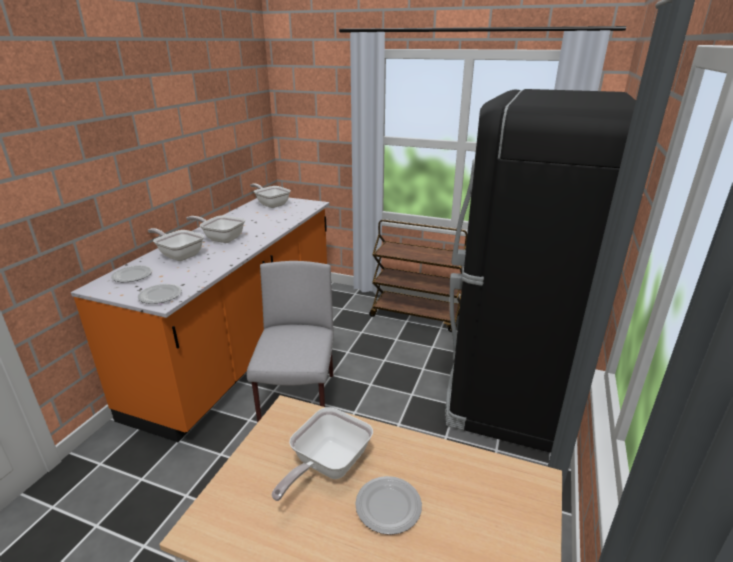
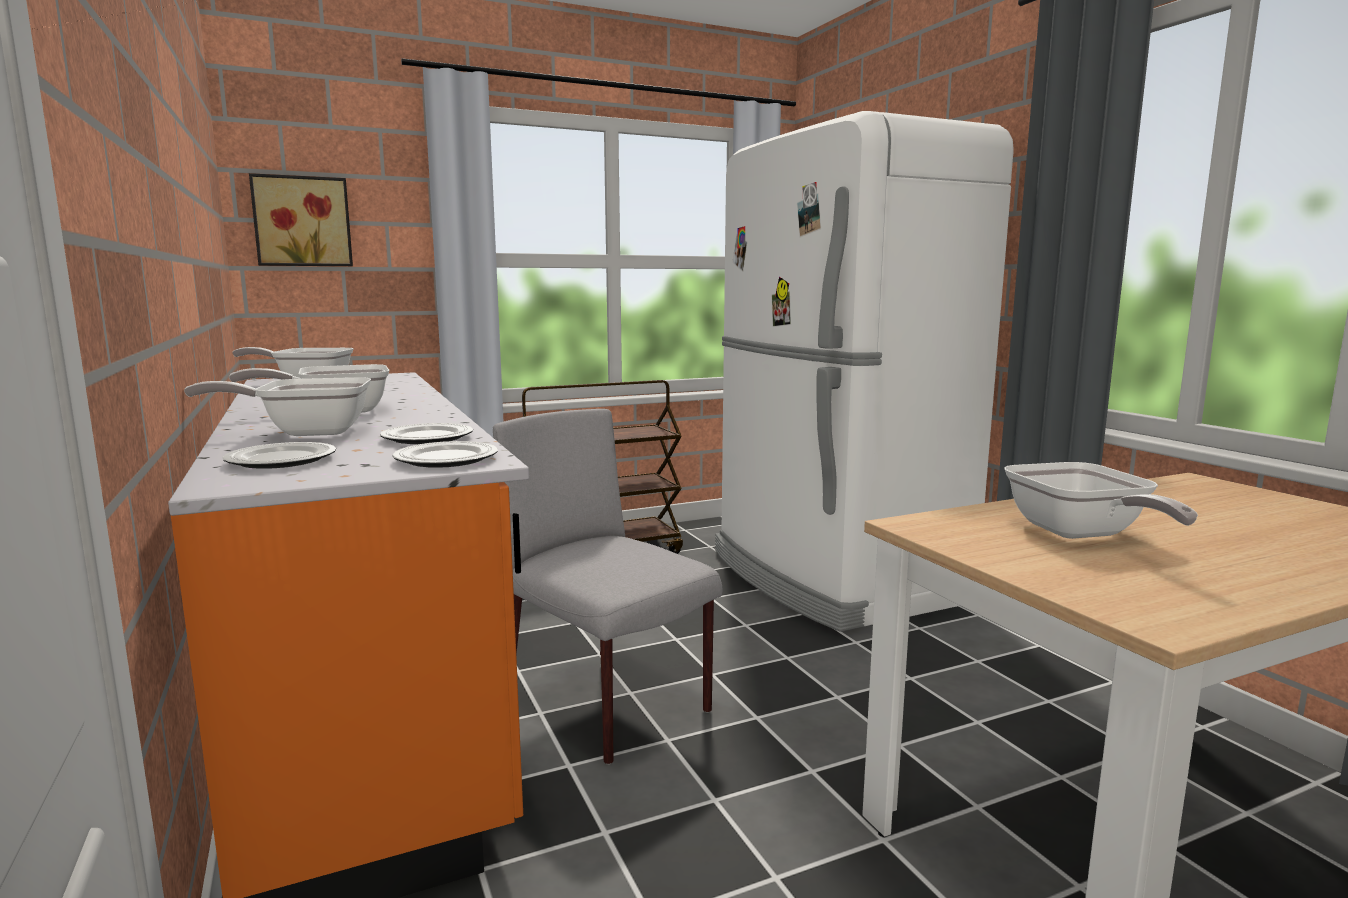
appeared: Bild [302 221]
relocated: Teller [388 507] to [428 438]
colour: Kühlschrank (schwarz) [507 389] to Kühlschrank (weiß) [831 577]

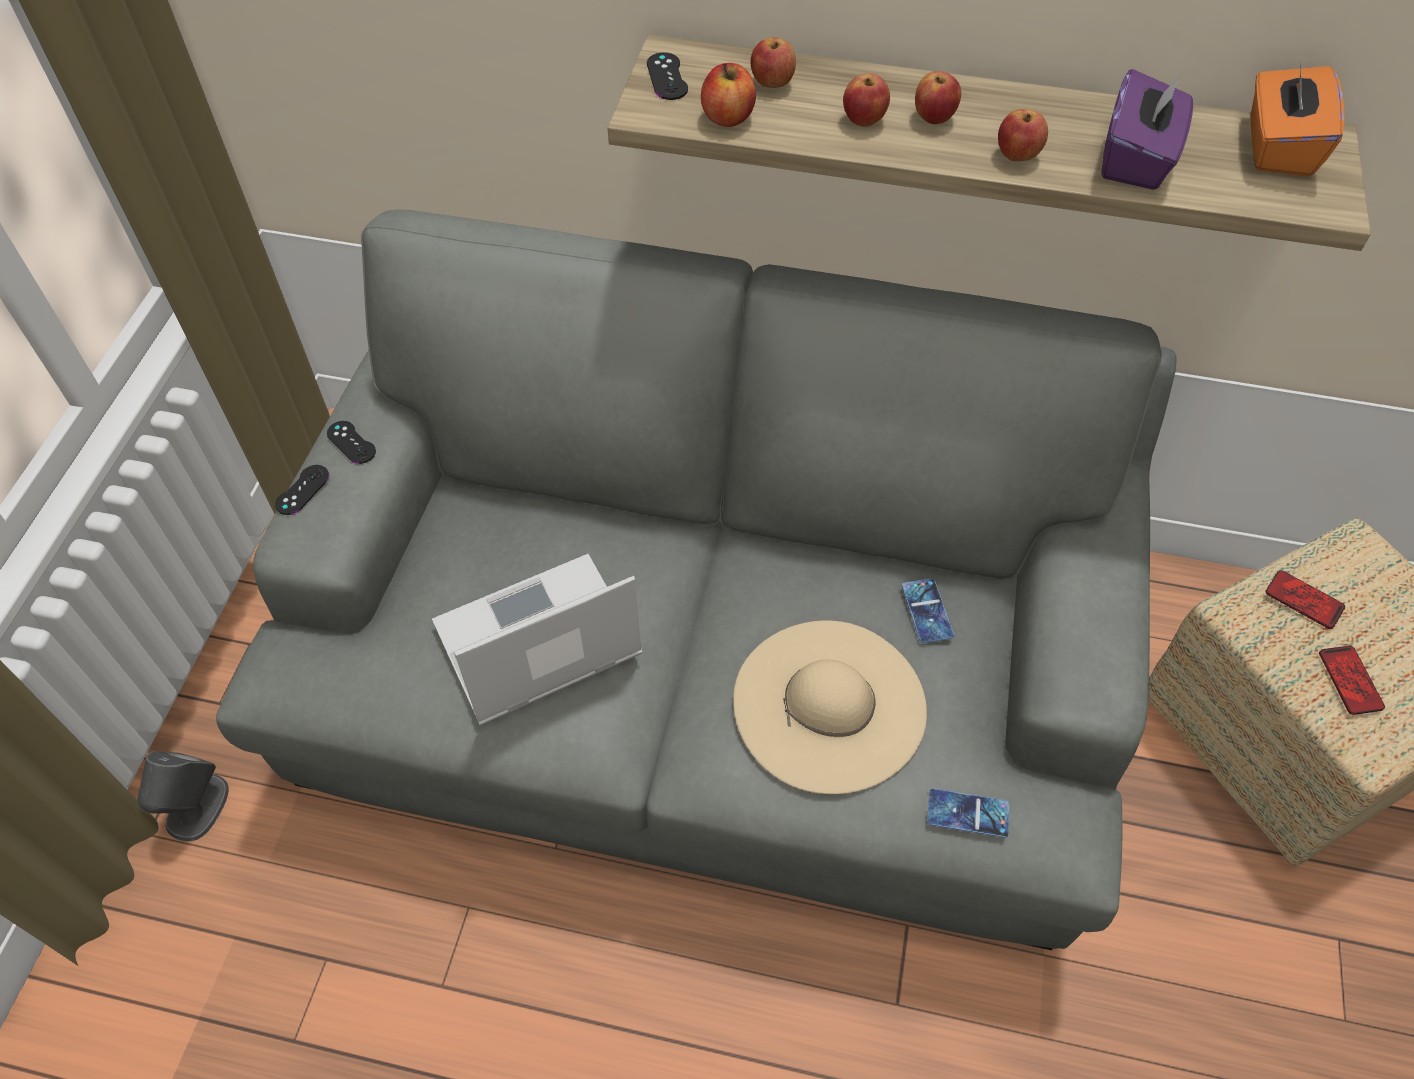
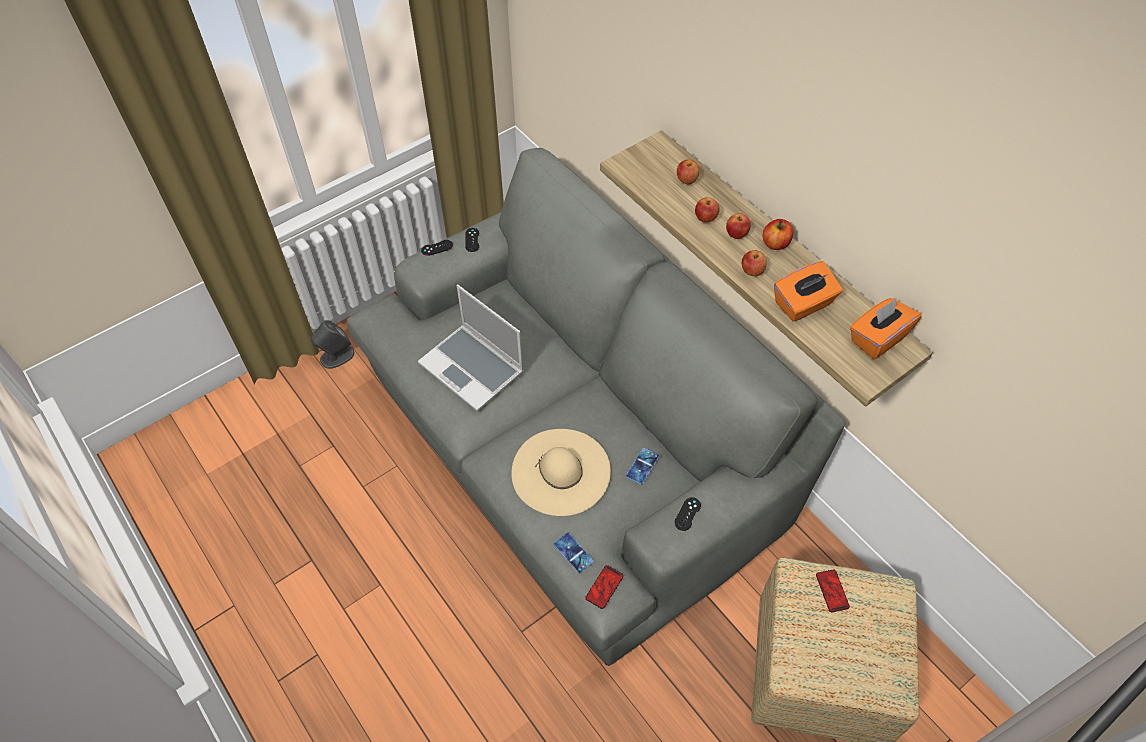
relocated: Handy [1350 680] to [604 587]; Gamepad (schwarz) [667 77] to [687 514]; Apfel [728 117] to [775 243]
colour: Taschentuchbox (lila) [1137 159] to Taschentuchbox (orange) [803 304]
spun: Laptop [536 645] = [473 368] 150 degrees counterclockwise

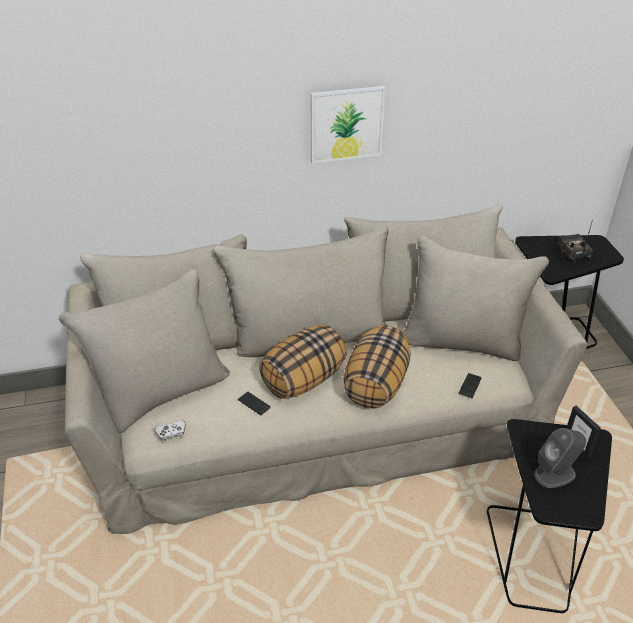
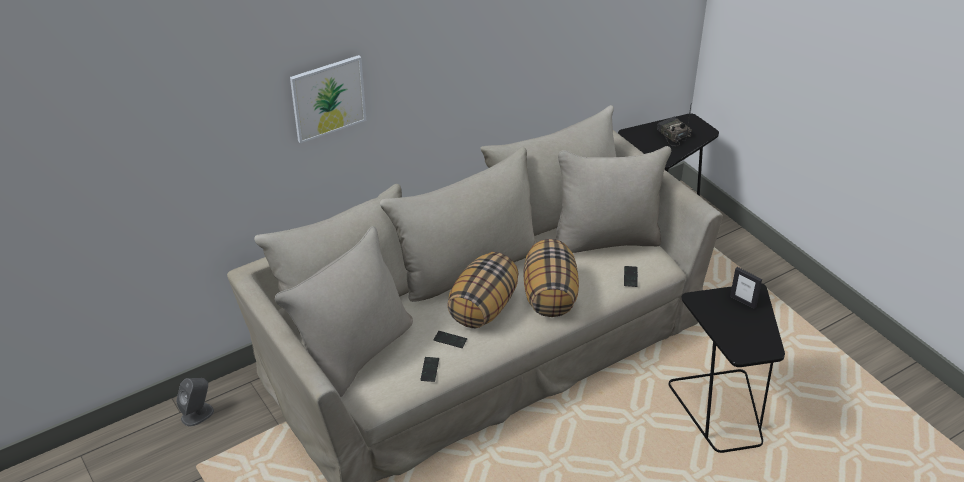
missing: Gamepad (weiß) [171 433]
appeared: Handy [429 370]
relocated: Lautsprecher (grau) [555 474] to [198 414]; Bild [346 124] to [328 98]

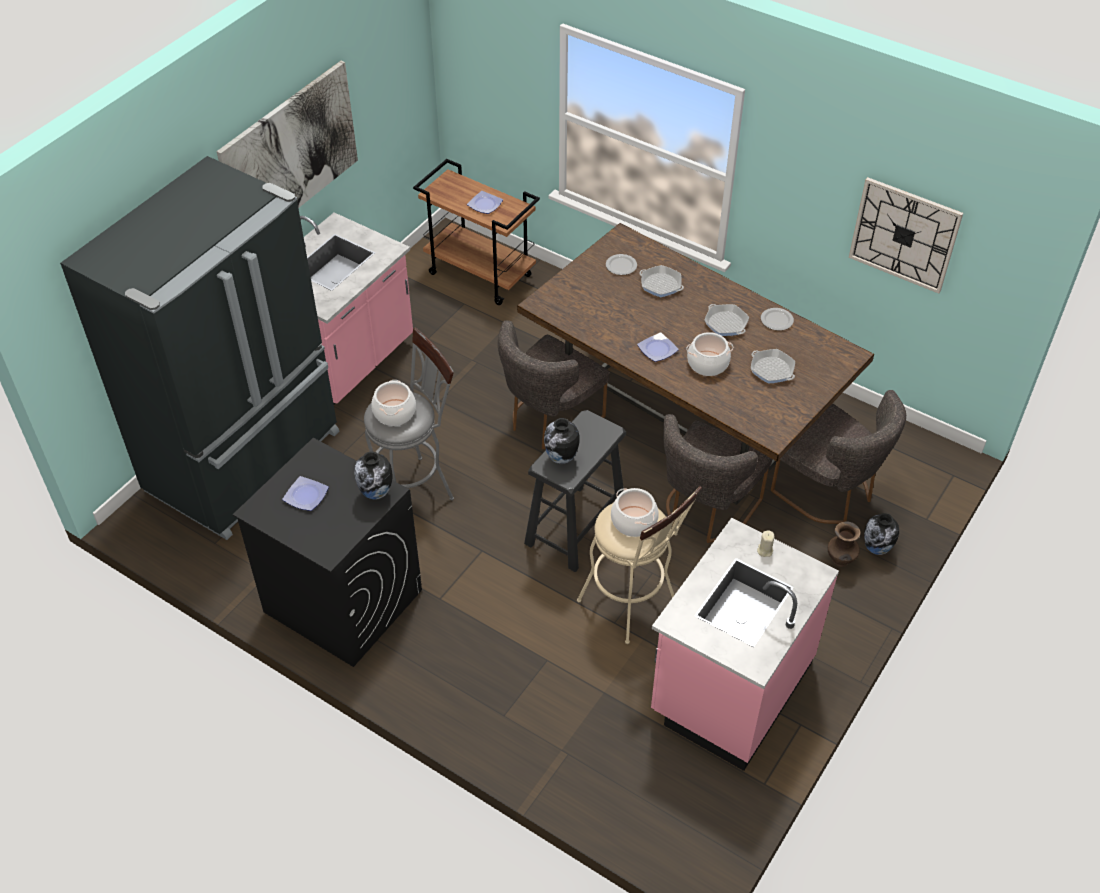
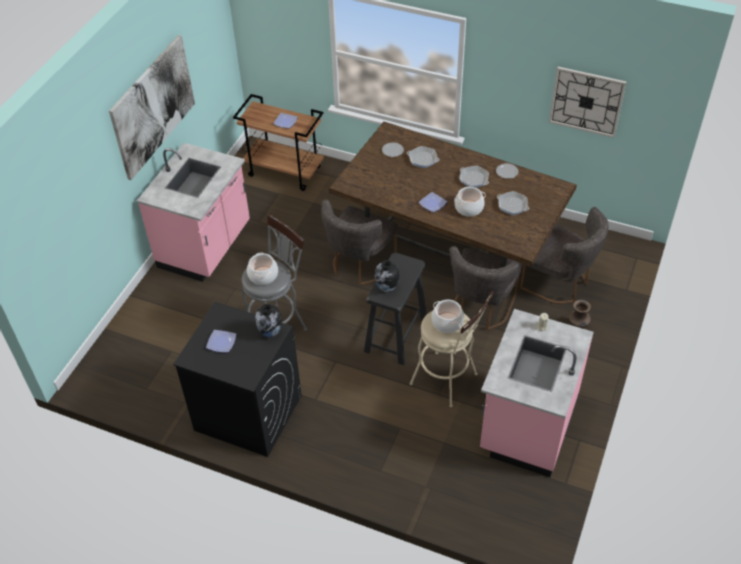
missing: Kühlschrank (schwarz) [246 462]; Vase [876 549]

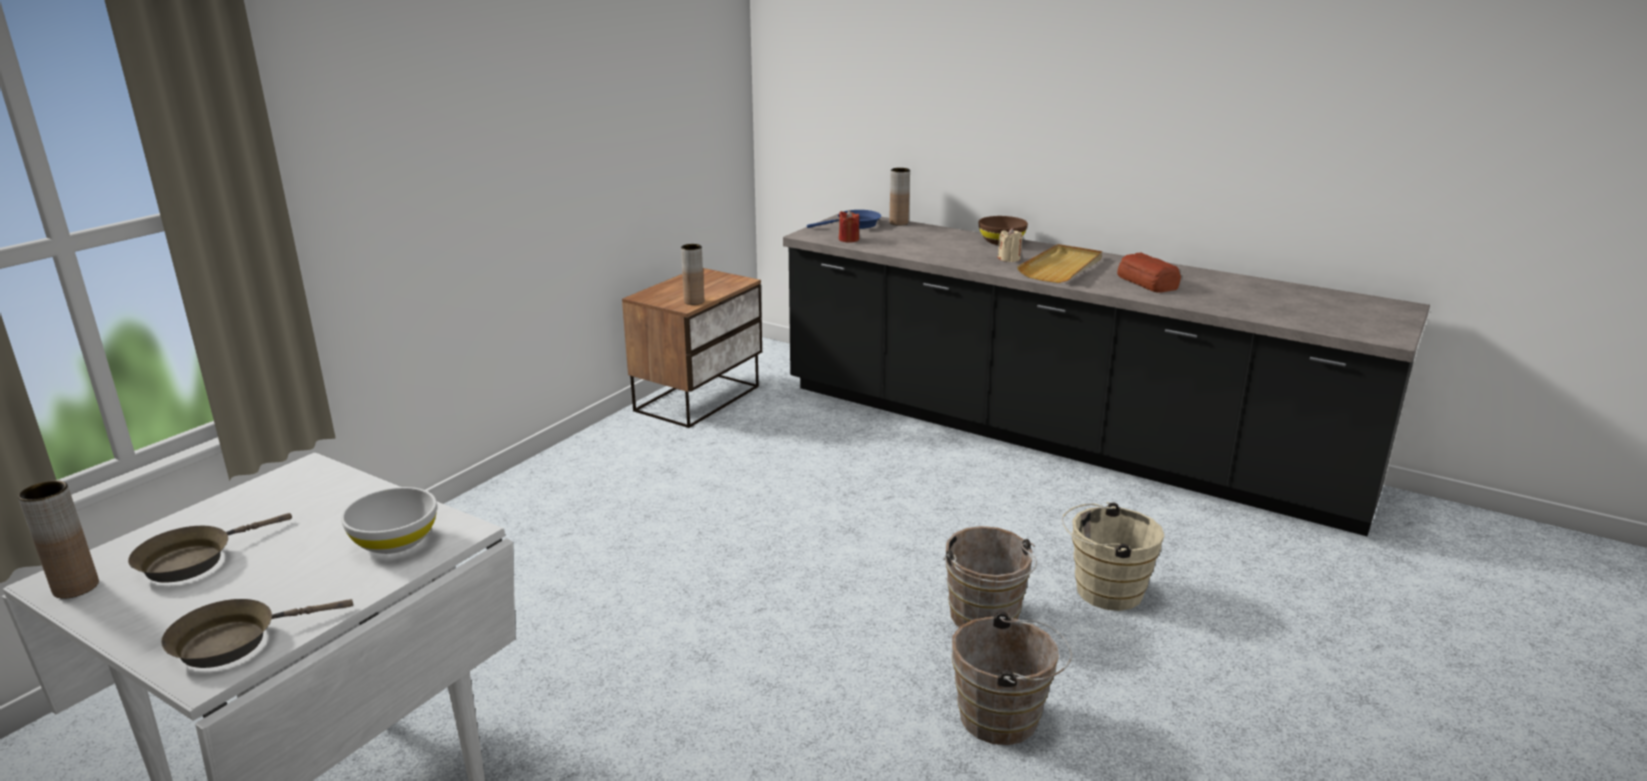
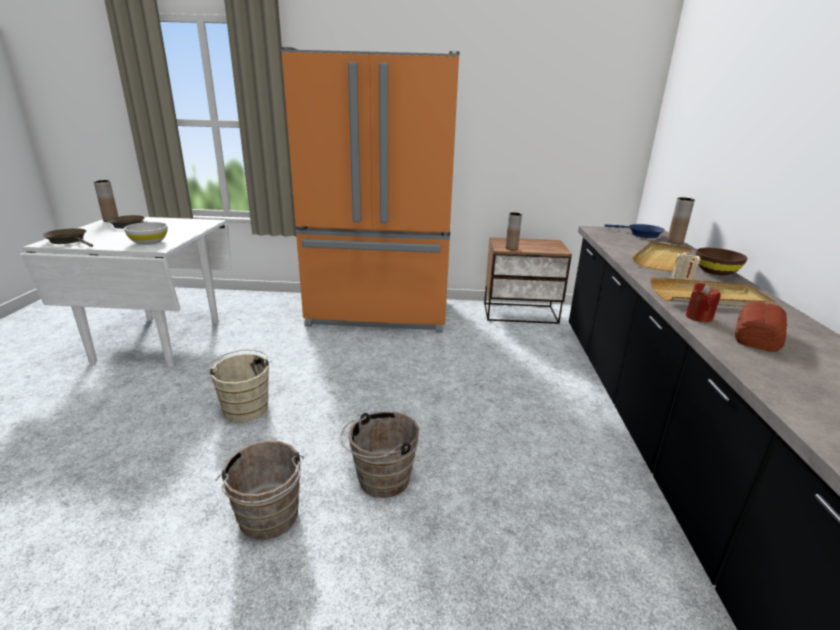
appeared: Kühlschrank (orange) [379 313]; Tablett (beige) [662 259]
relocated: Eimer (beige) [1103 590] to [246 407]; Kerze (rot) [848 239] to [698 317]

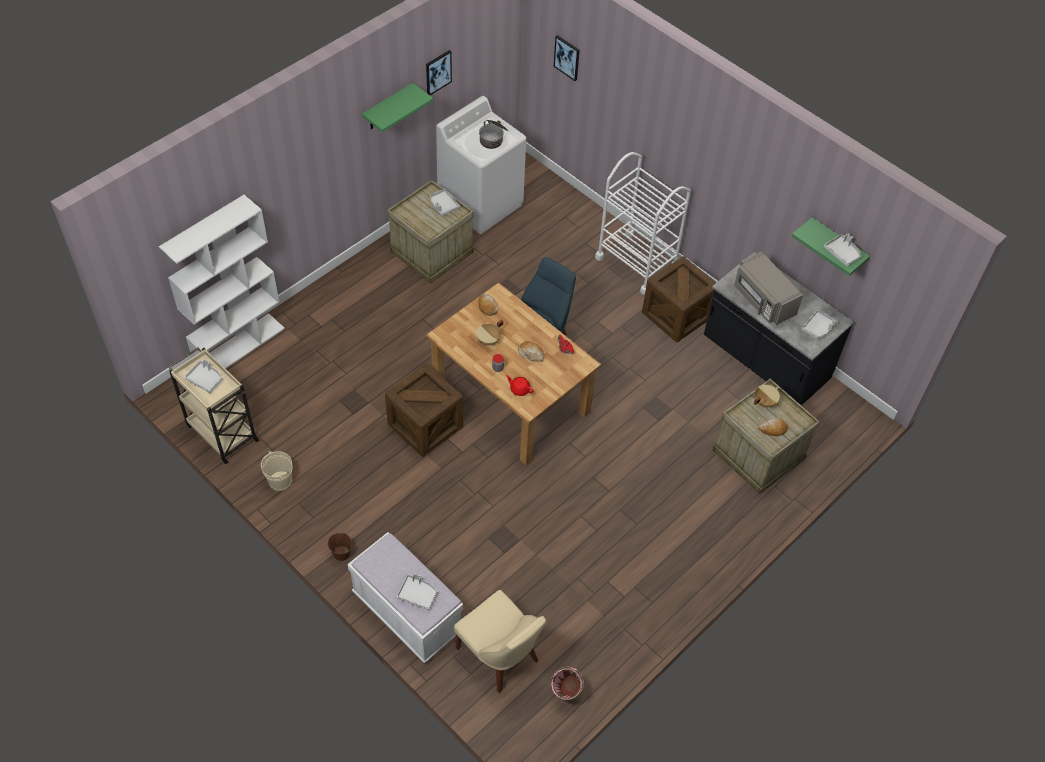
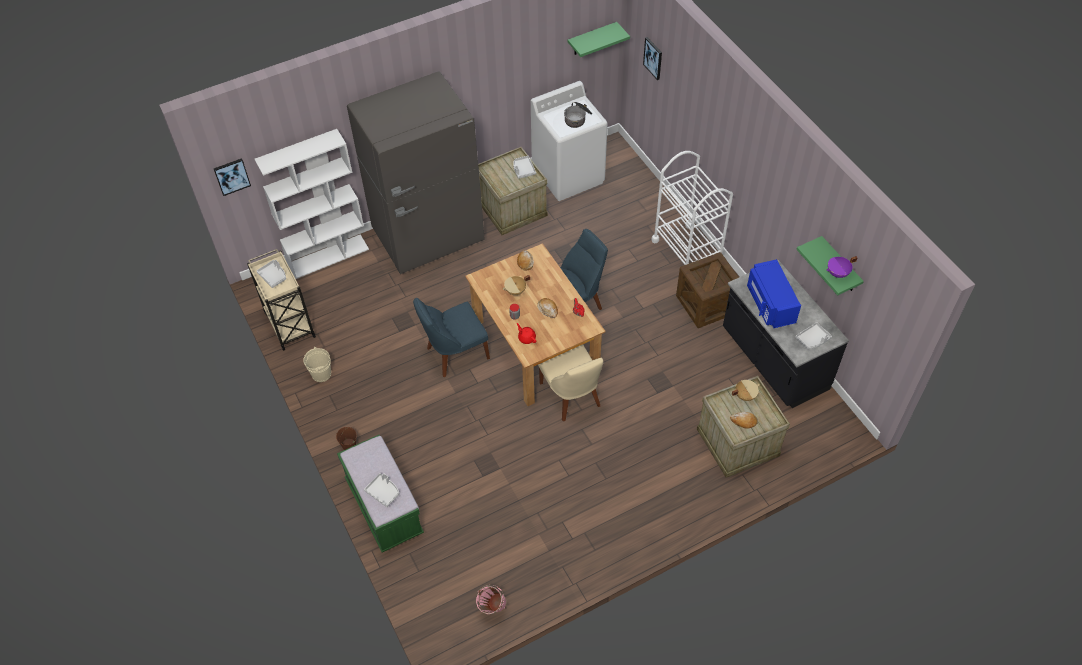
appeared: Kühlschrank (grau) [428 237]
relocated: Bild [438 72] to [232 176]; Stuhl (beige) [500 657] to [571 396]; Wandregal (grün) [388 107] to [592 39]
exchanged: Kiste [425 425] to Stuhl (blau) [455 354]; Tablett (grau) [842 253] to Kochtopf (lila) [838 273]
colour: Bank (weiß) [407 613] to Bank (grün) [384 507]; Mikrowelle (grau) [763 300] to Mikrowelle (blau) [770 304]

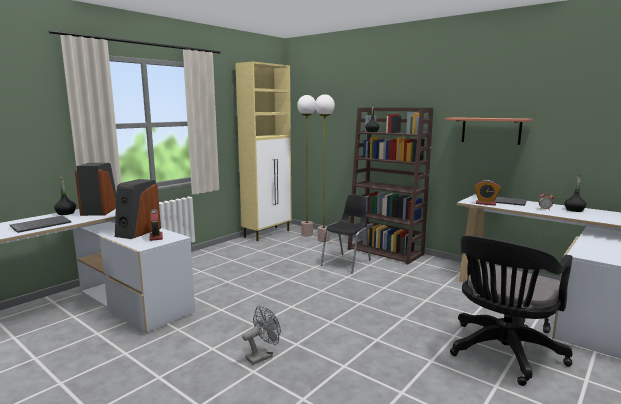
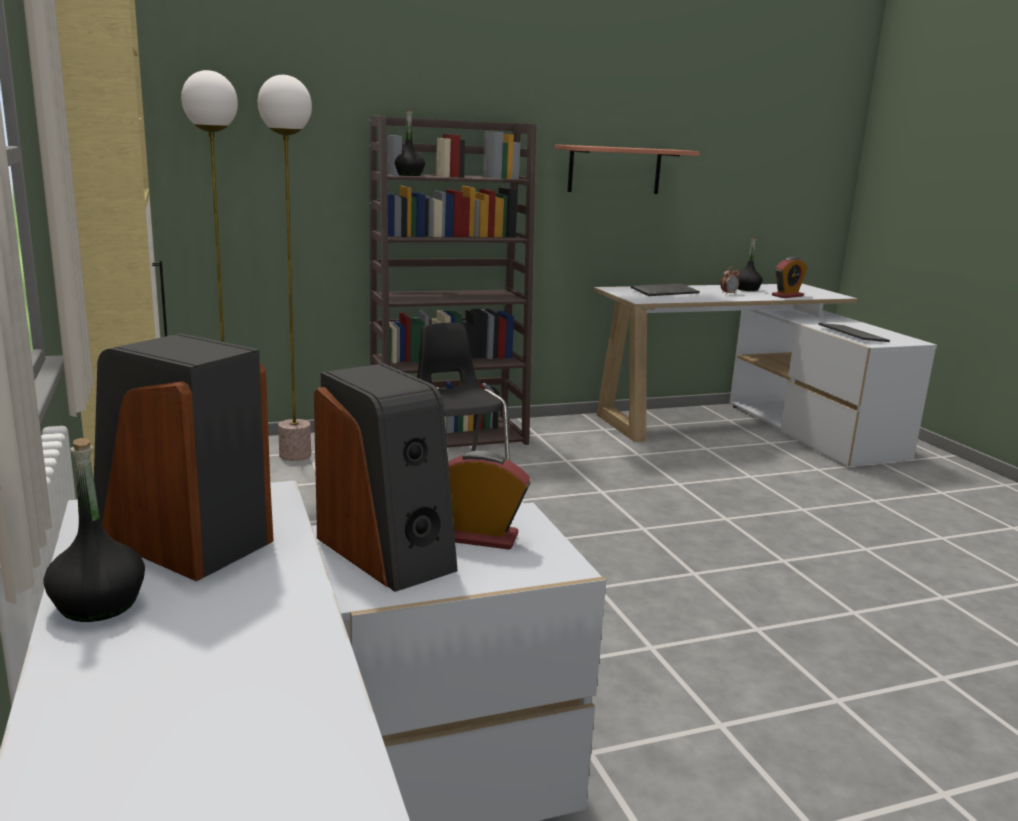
missing: Ventilator (grau) [263 356]; Bürostuhl (schwarz) [502 353]
relocated: Wecker [485 203] to [787 296]; Tastatur [41 225] to [850 334]

